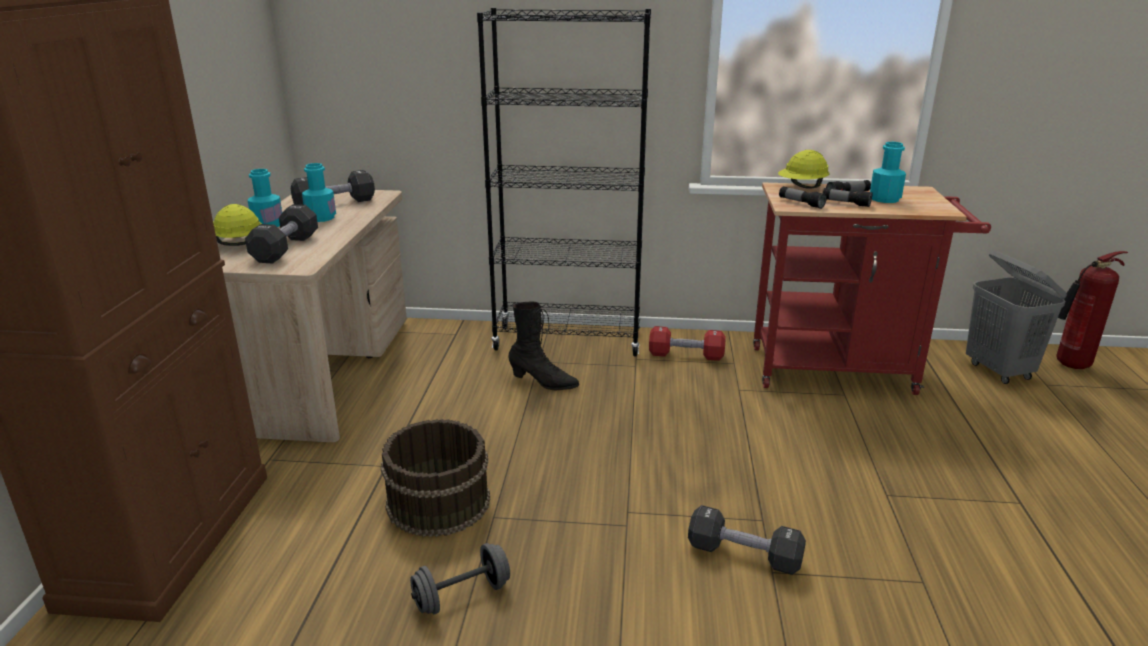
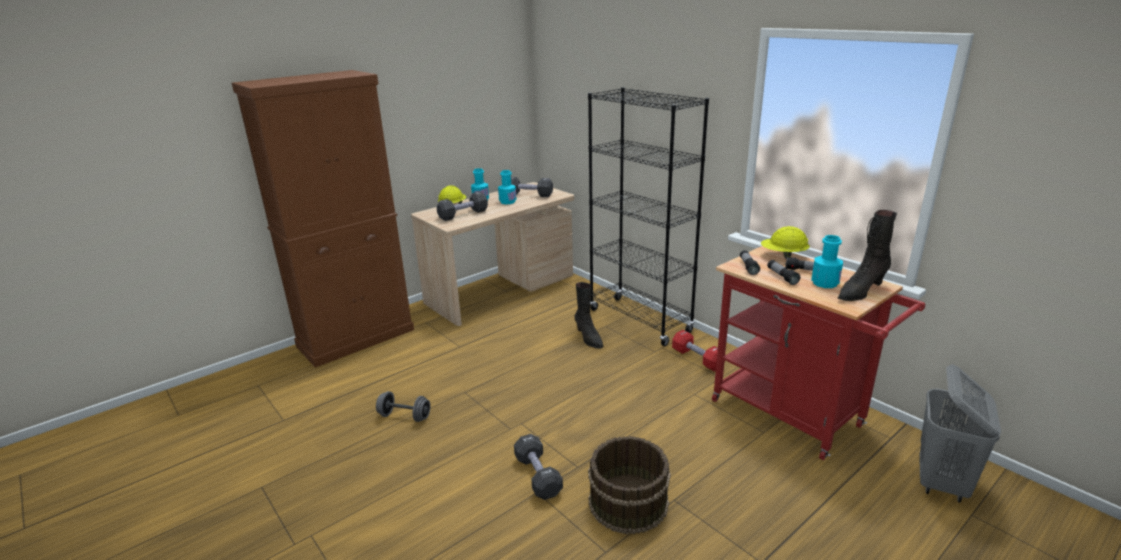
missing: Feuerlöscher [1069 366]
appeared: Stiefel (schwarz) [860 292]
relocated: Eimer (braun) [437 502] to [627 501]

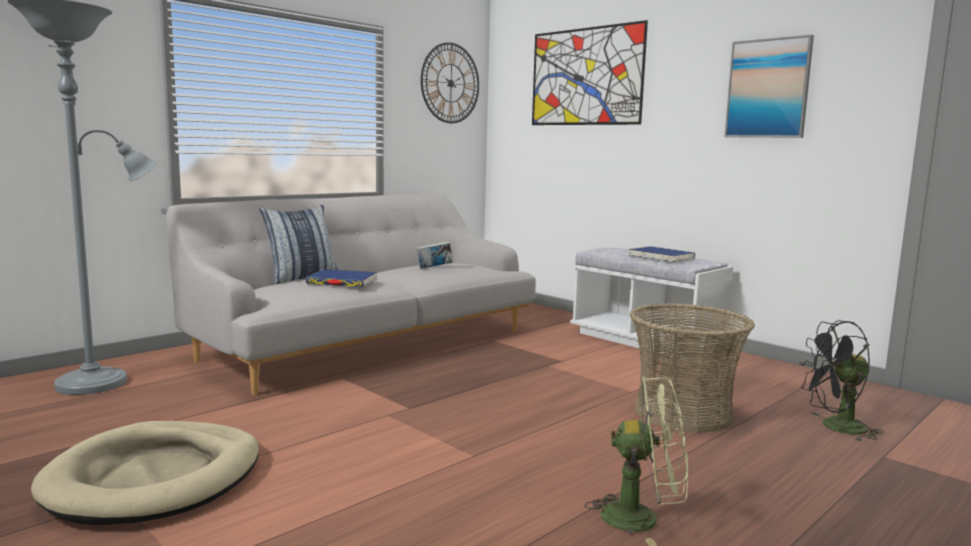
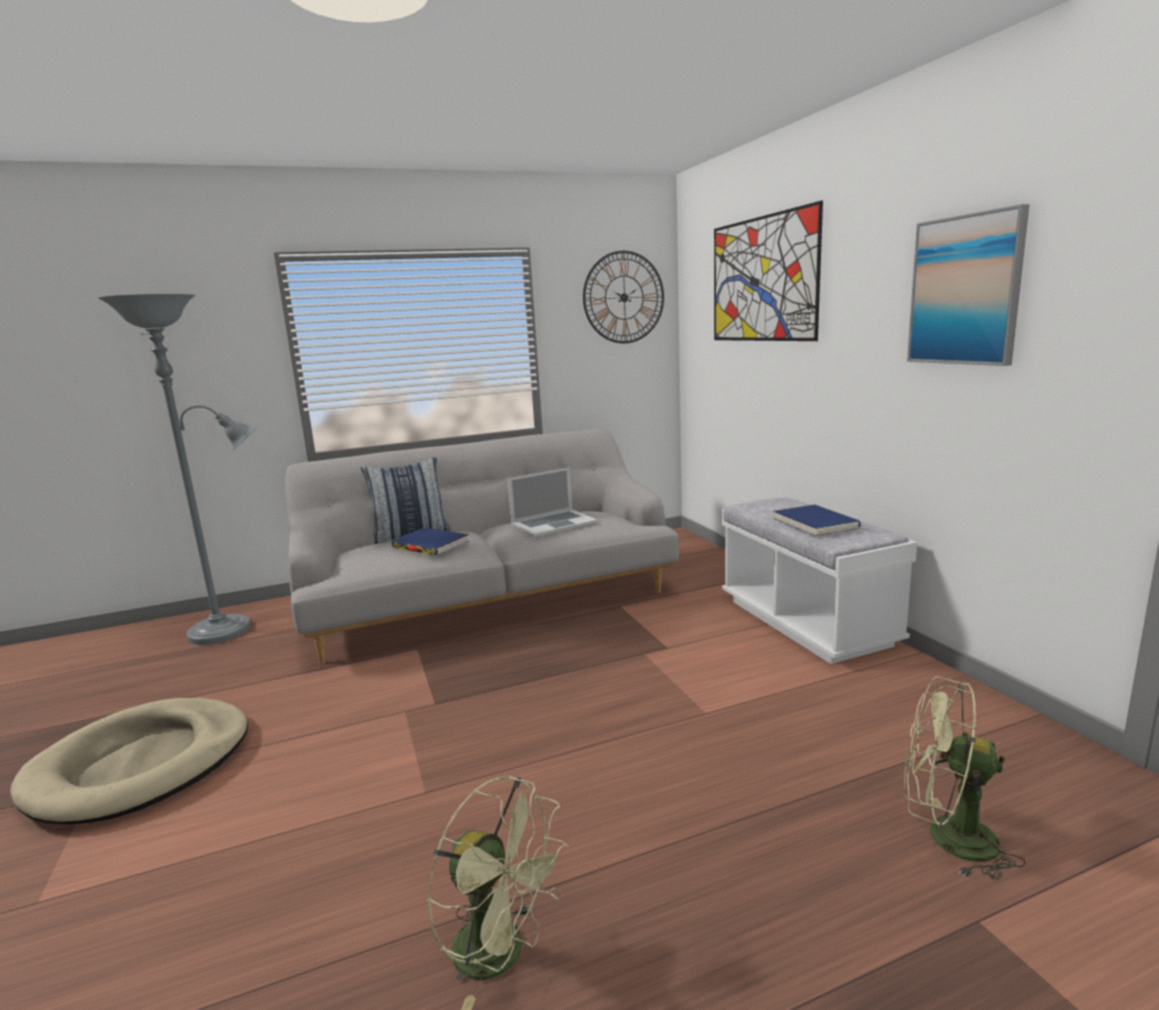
missing: Korb [682 413]
exchanged: Buch [434 268] to Laptop [553 523]
colour: Ventilator (schwarz) [835 428] to Ventilator (grün) [947 837]

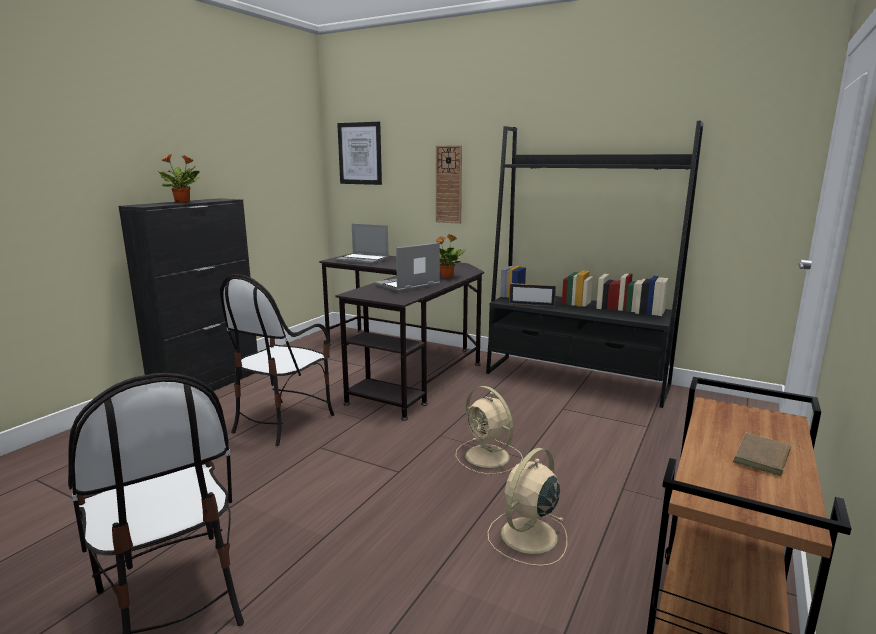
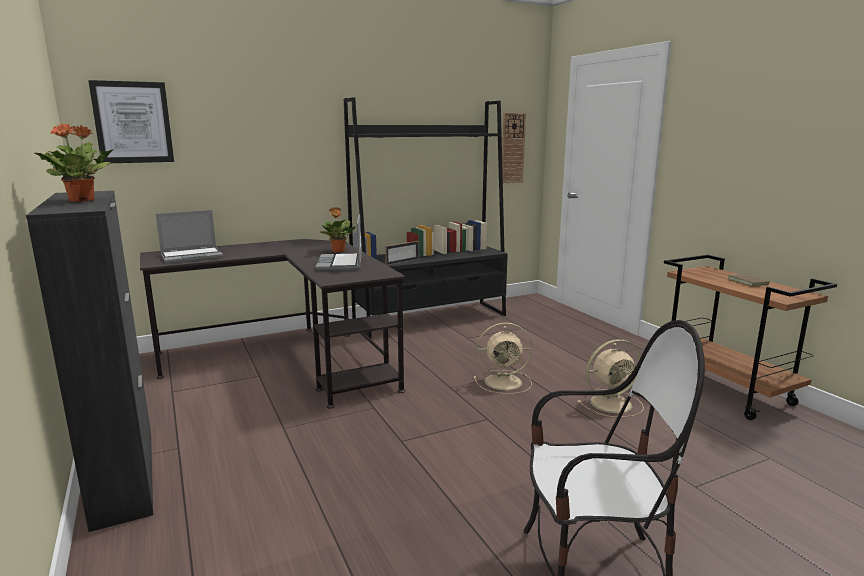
missing: Stuhl [282 422]
relocated: Wanduhr [449 184] to [512 148]
spun: Ventilator (beige) [527 536] = [612 403] 90 degrees counterclockwise

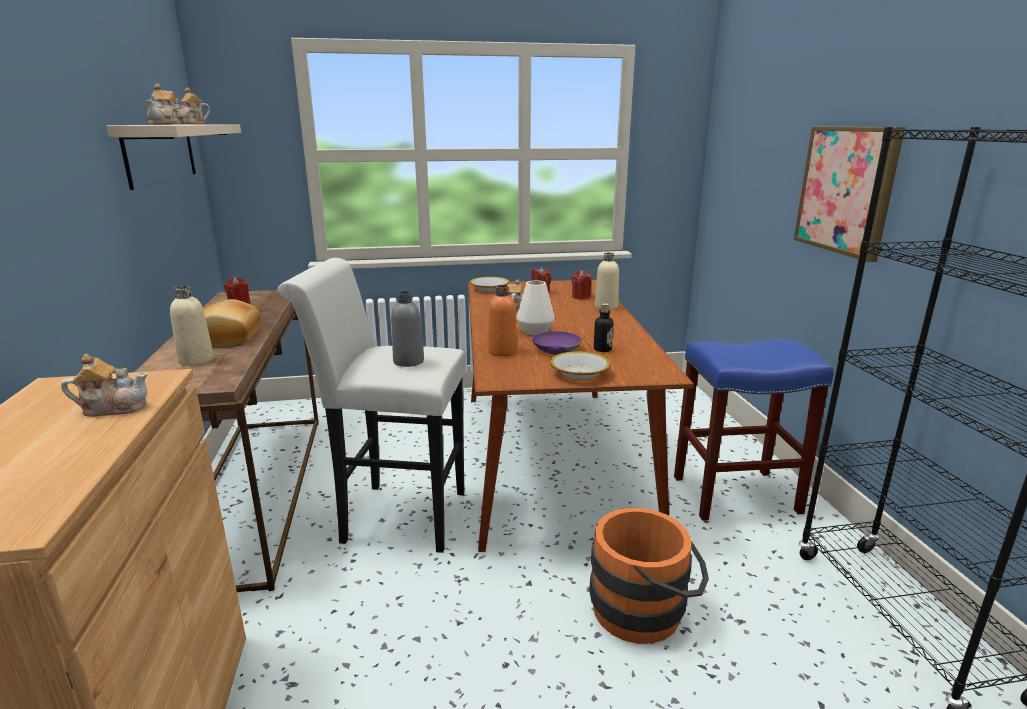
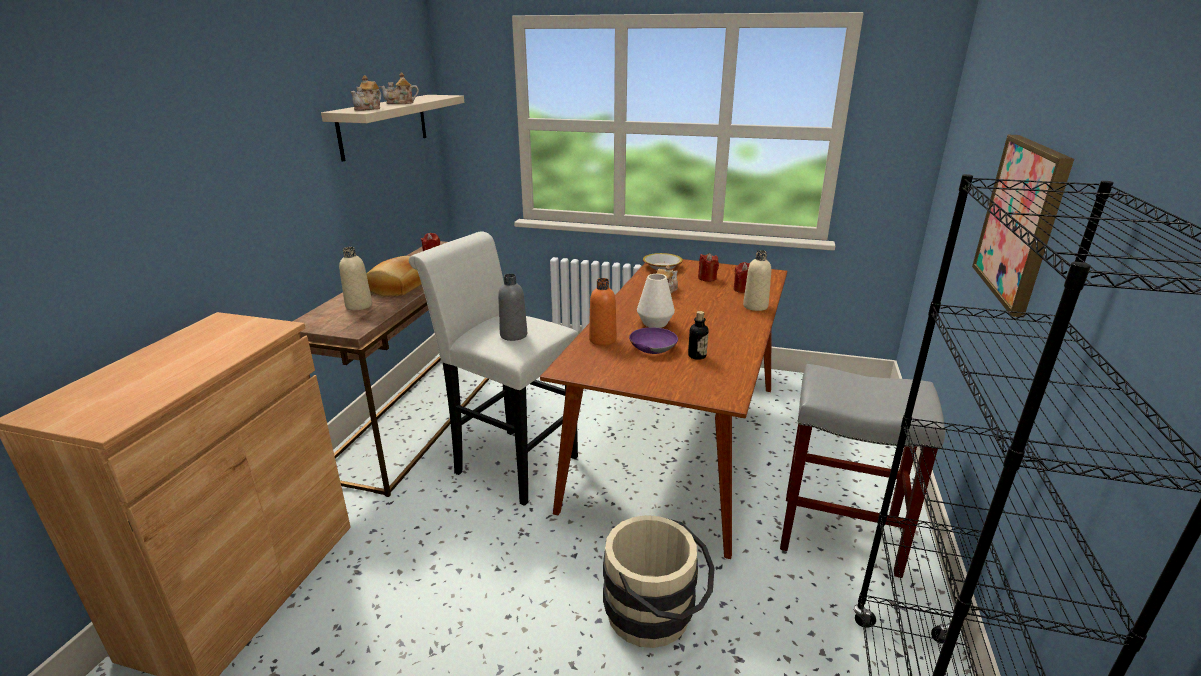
missing: Teekanne [113 408]; Schüssel [580 373]
colour: Eimer (orange) [645 610] to Eimer (beige) [656 615]; Hocker (blau) [736 494] to Hocker (grau) [841 534]

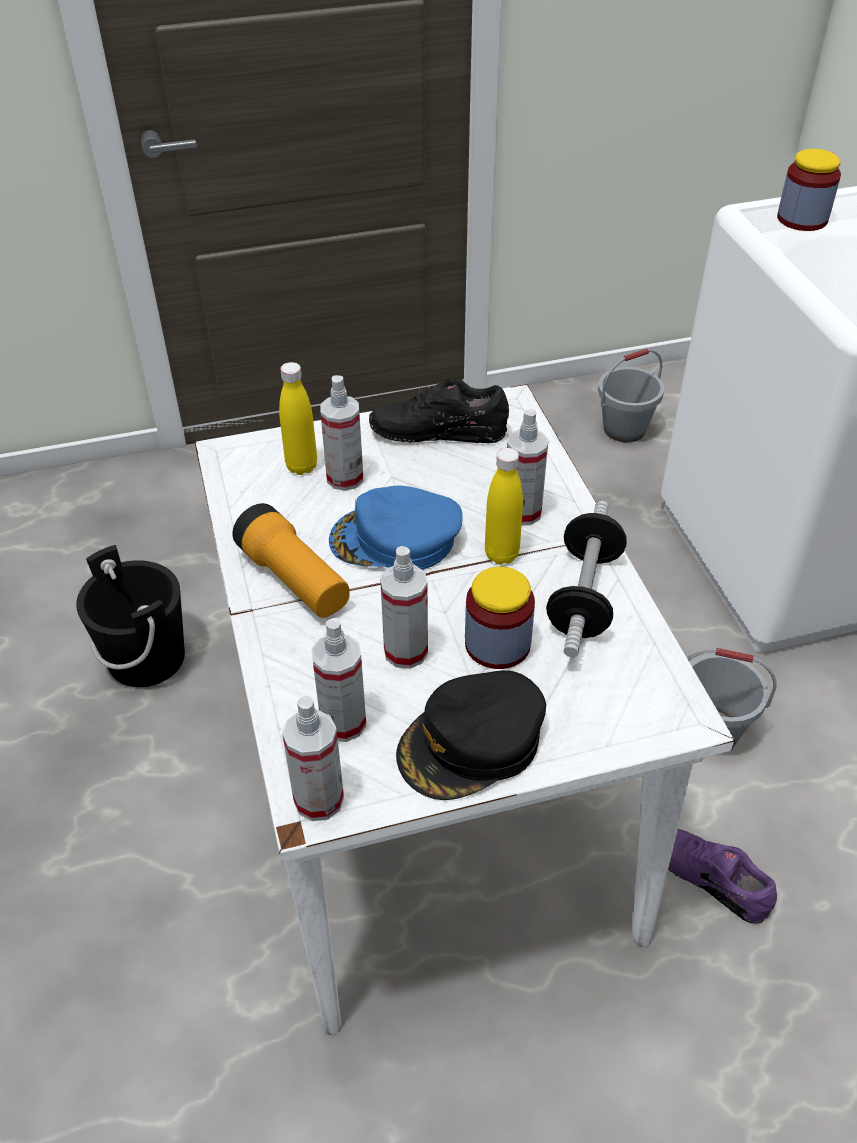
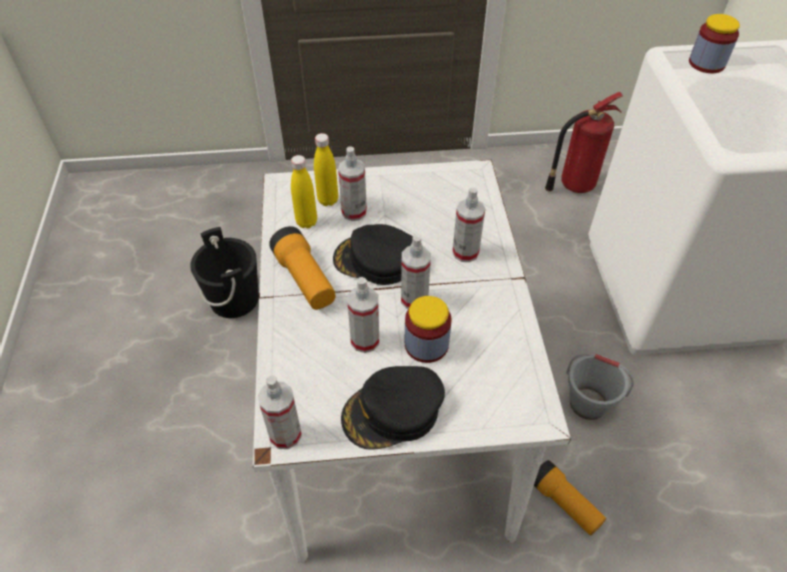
missing: Schuh (schwarz) [438 430]; Hantel [584 596]
relocated: Flasche (gelb) [501 554] to [306 222]; Sprühflasche [343 723] to [414 299]
exchanged: Schuh (lila) [710 876] to Taschenlampe [564 503]; Eimer (grau) [624 429] to Feuerlöscher [574 184]
colour: Kappe (blau) [395 539] to Kappe (schwarz) [377 260]

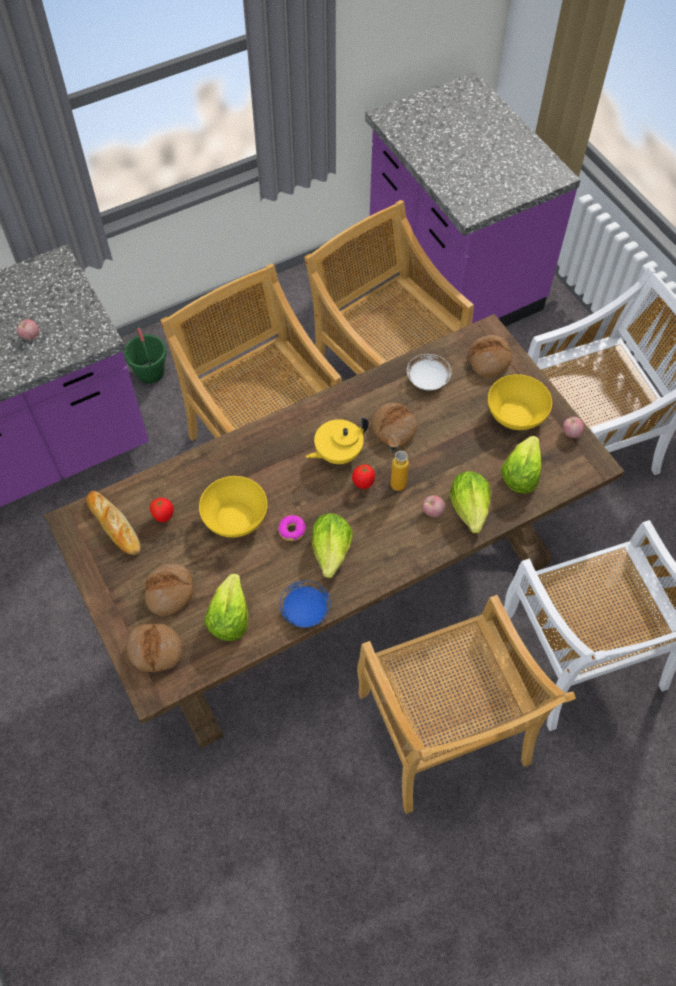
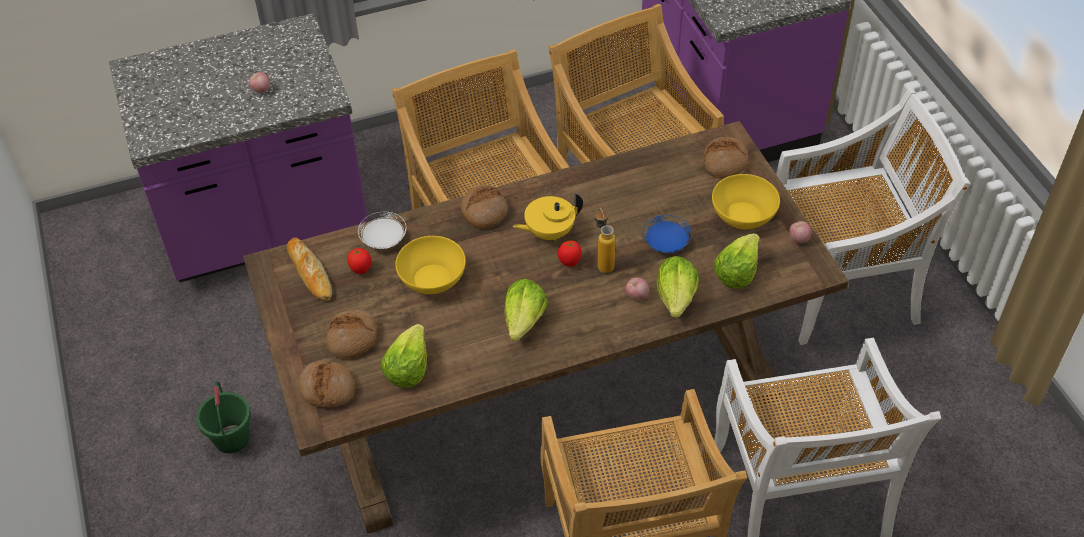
missing: Donut [292 530]
relocated: Eimer (grün) [150 372] to [231 438]; Teller (weiß) [427 380] to [383 240]; Brot [393 428] to [484 211]; Teller (blau) [305 610] to [666 243]

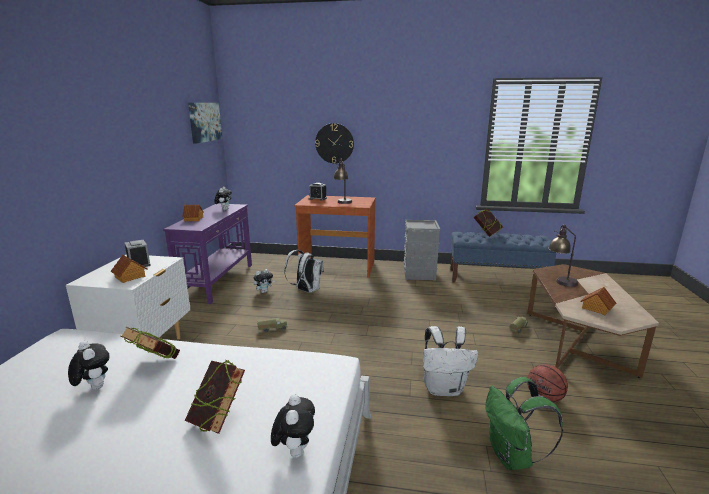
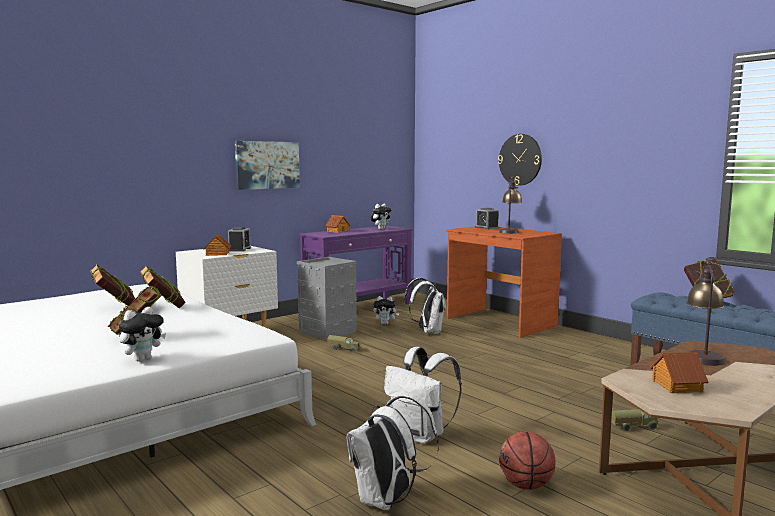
relocated: Bild [205 122] to [267 165]; Aufbewahrungsbox (grau) [419 274] to [328 332]
exchanged: Plüschtier [94 387] to Buch [114 307]
colour: Rucksack (grün) [512 457] to Rucksack (weiß) [387 501]

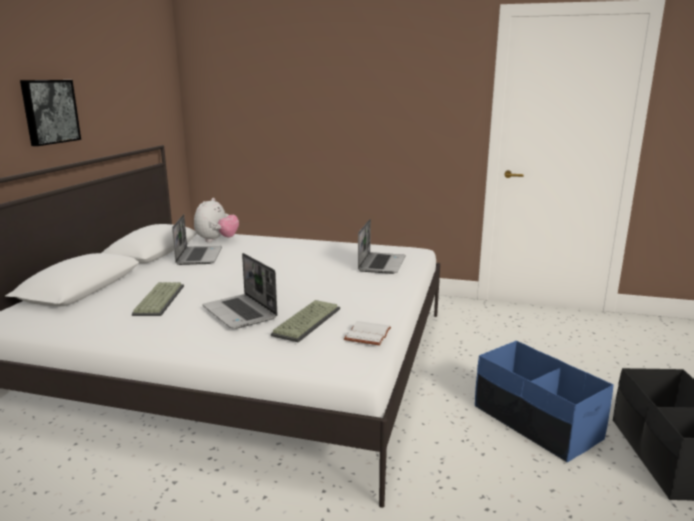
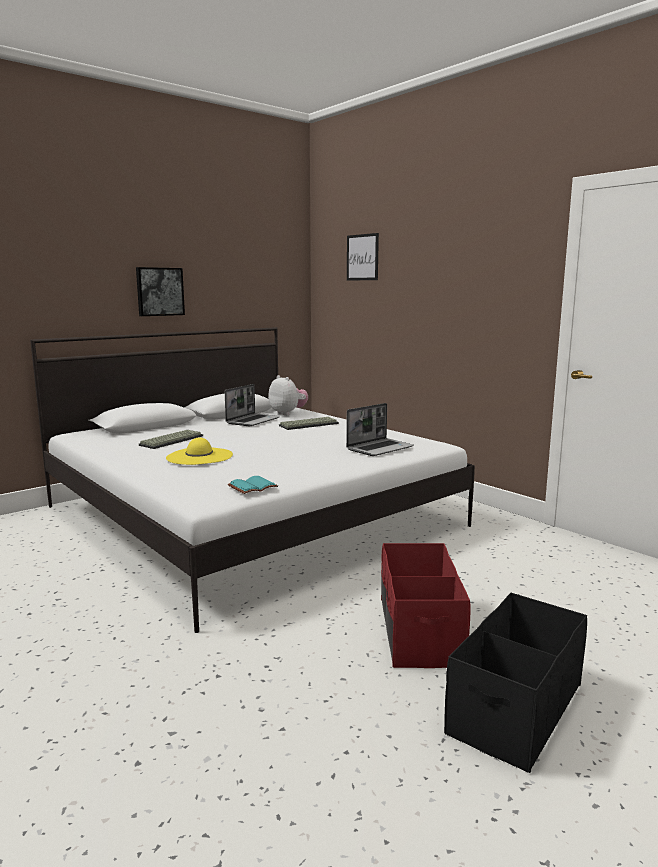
appeared: Bild [362 257]
relocated: Tastatur [306 321] to [309 424]
exchanged: Laptop [241 313] to Hut (gelb) [199 456]
colour: Buch (weiß) [366 334] to Buch (türkis) [252 486]; Aufbewahrungsbox (blau) [536 422] to Aufbewahrungsbox (rot) [418 631]
spun: Plüschtier [217 240] = [288 413] 90 degrees counterclockwise

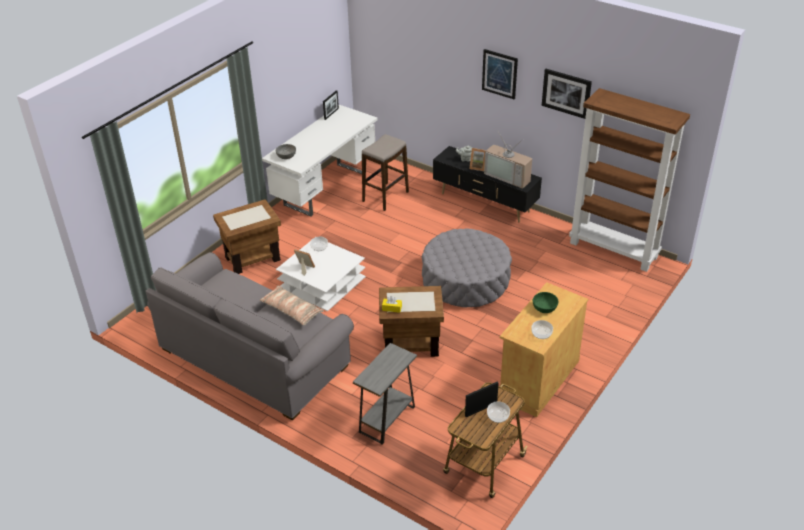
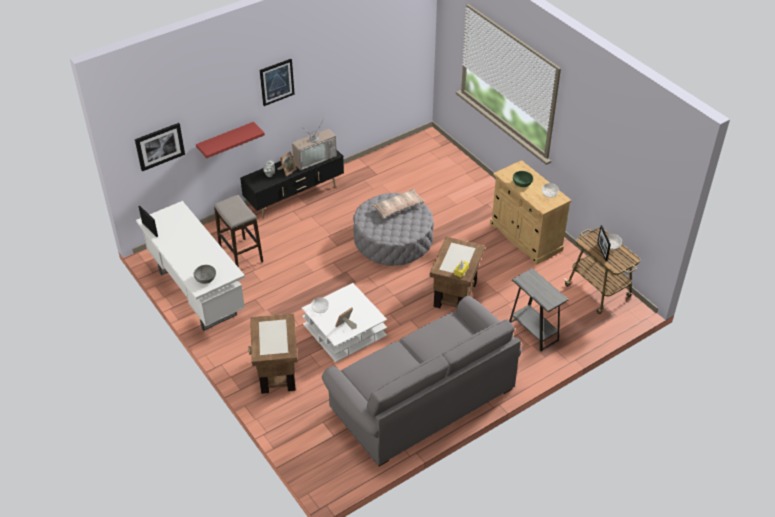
missing: Bücherregal (braun) [614 250]
appeared: Wandregal (rot) [226 140]
relocated: Bild [566 93] to [159 146]; Kissen [291 310] to [398 208]

